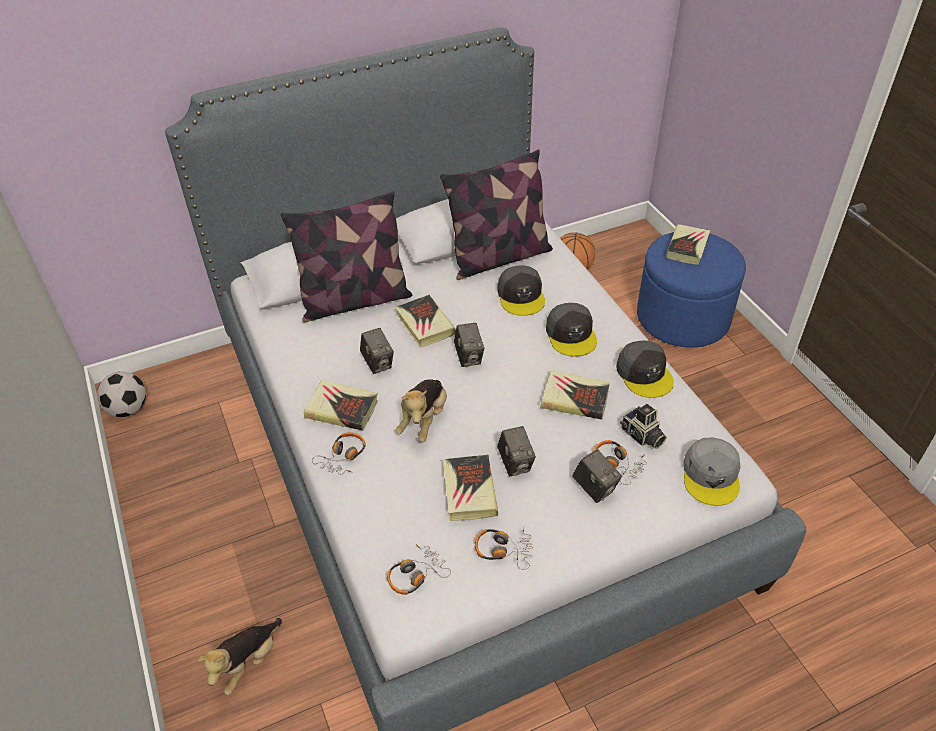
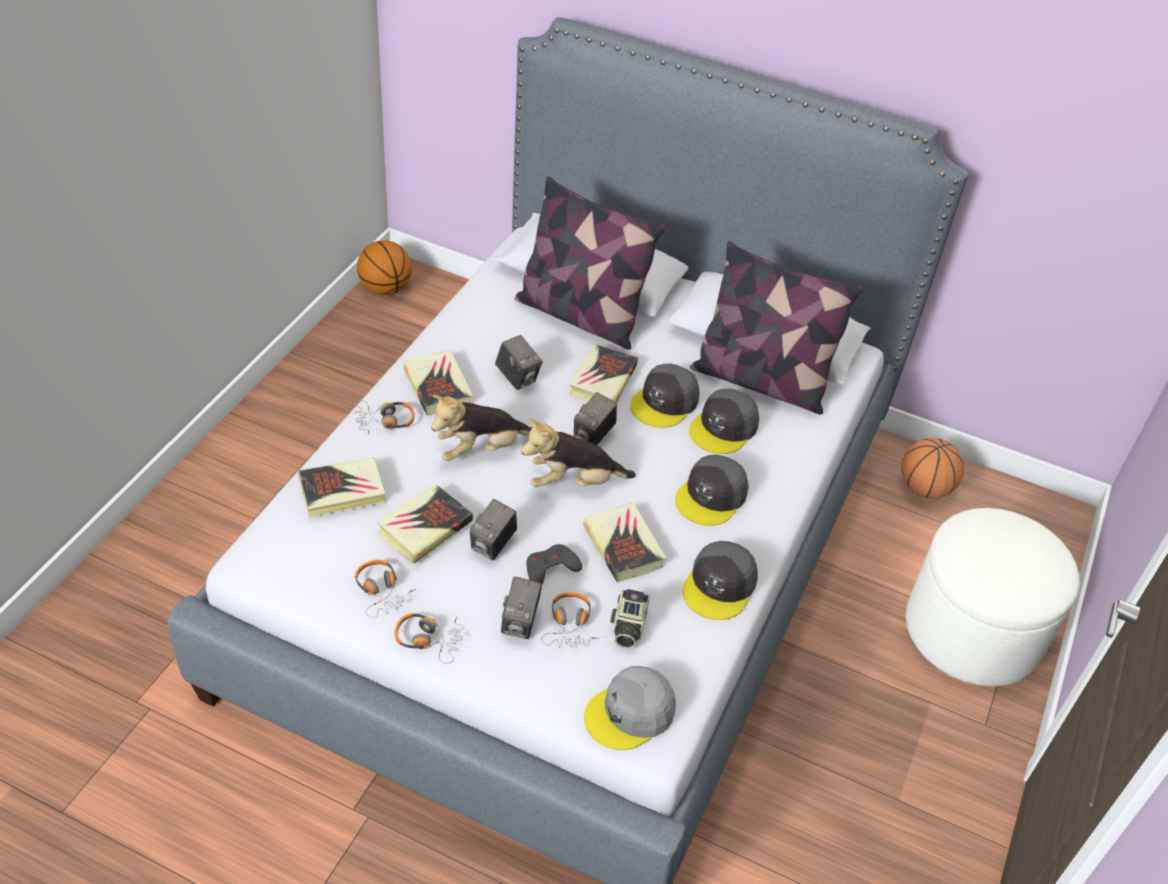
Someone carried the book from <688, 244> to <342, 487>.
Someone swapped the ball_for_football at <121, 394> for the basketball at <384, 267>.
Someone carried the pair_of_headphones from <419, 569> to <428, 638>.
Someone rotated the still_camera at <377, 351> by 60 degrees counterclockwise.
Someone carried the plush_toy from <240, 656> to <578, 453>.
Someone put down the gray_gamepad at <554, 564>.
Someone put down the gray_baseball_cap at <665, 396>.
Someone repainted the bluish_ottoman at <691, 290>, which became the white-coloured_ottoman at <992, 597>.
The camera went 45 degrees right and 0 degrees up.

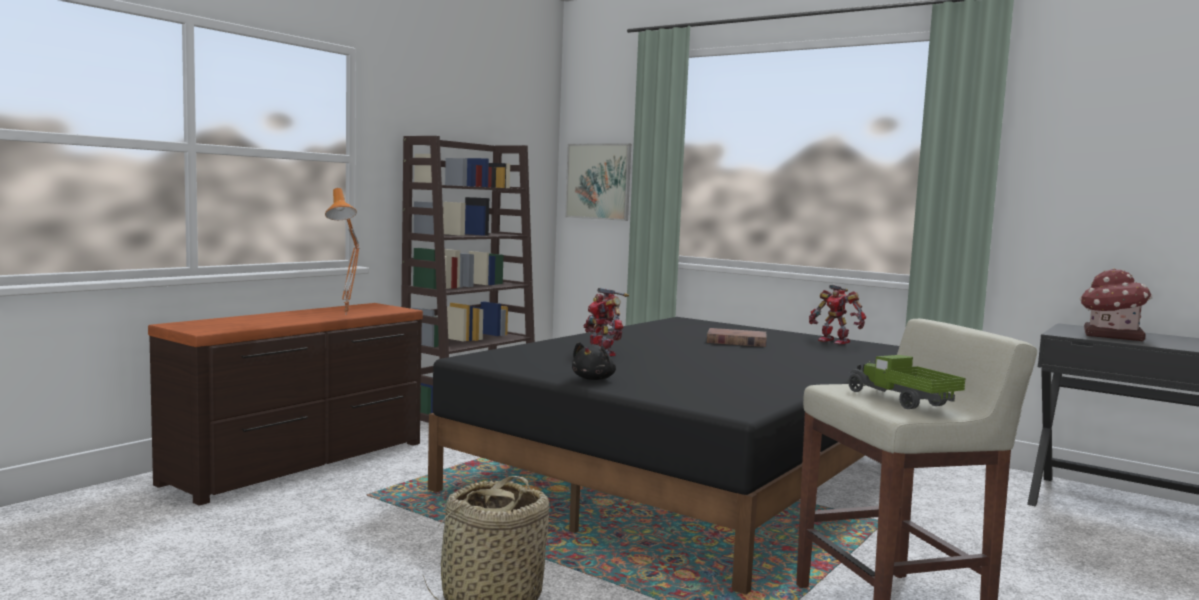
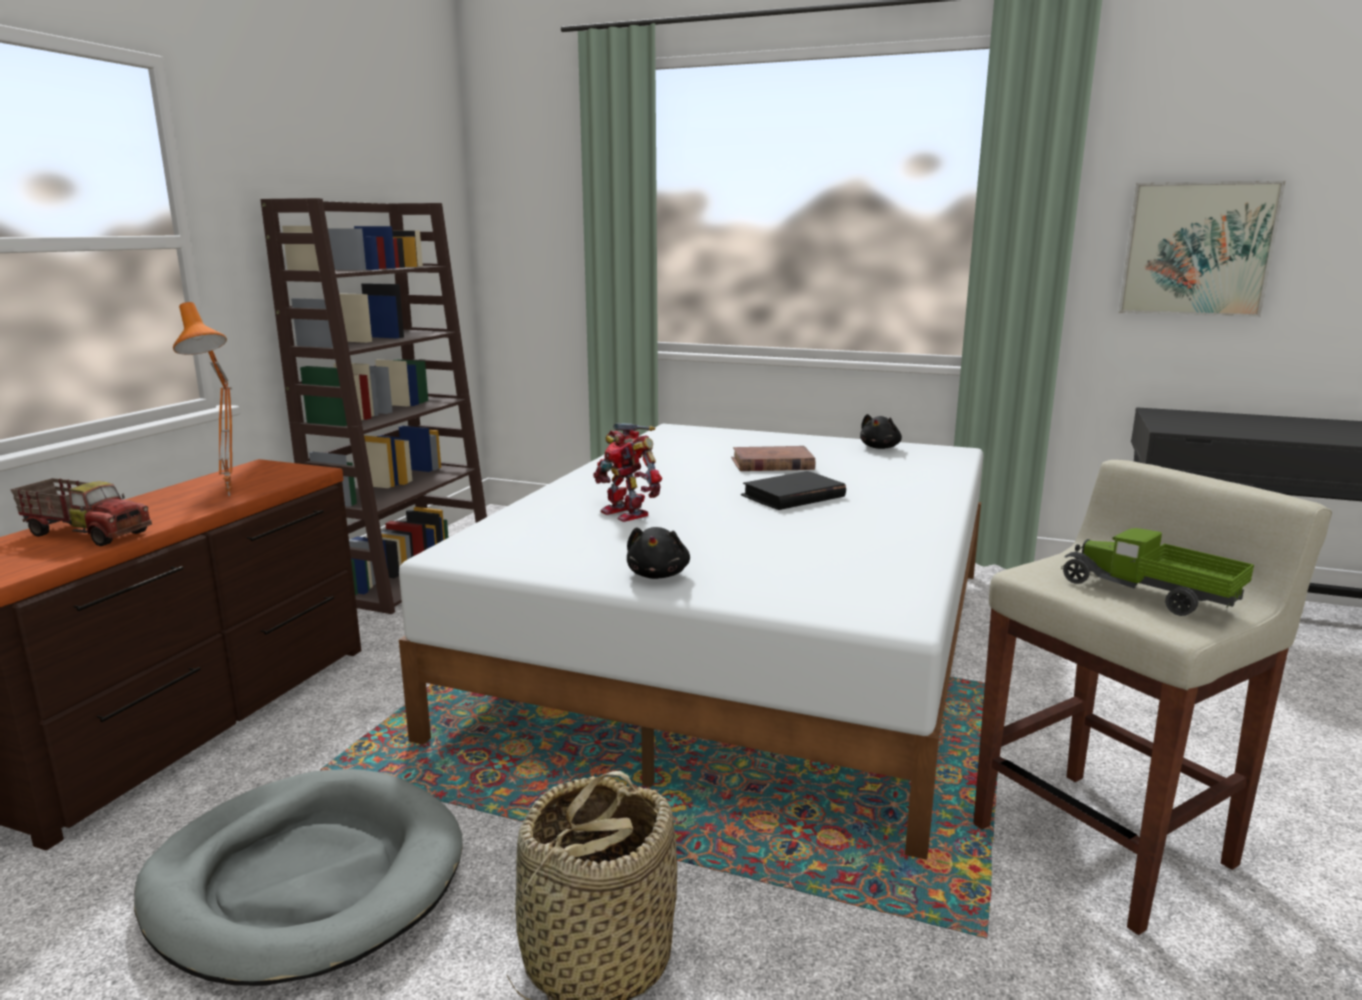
Someone put down the model_truck at <81, 512>.
Someone put down the gray_pet_bed at <298, 877>.
Someone repainted the black-coloured_bed at <663, 456>, which became the white-coloured_bed at <691, 642>.
Someone put down the black-coloured_book at <793, 490>.
Someone swapped the toy_robot at <837, 314> for the black-coloured_plush_toy at <881, 431>.
Someone carried the wall_picture from <598, 182> to <1202, 249>.
Someone took away the miniature_house at <1116, 305>.
The camera went 15 degrees left and 10 degrees up.

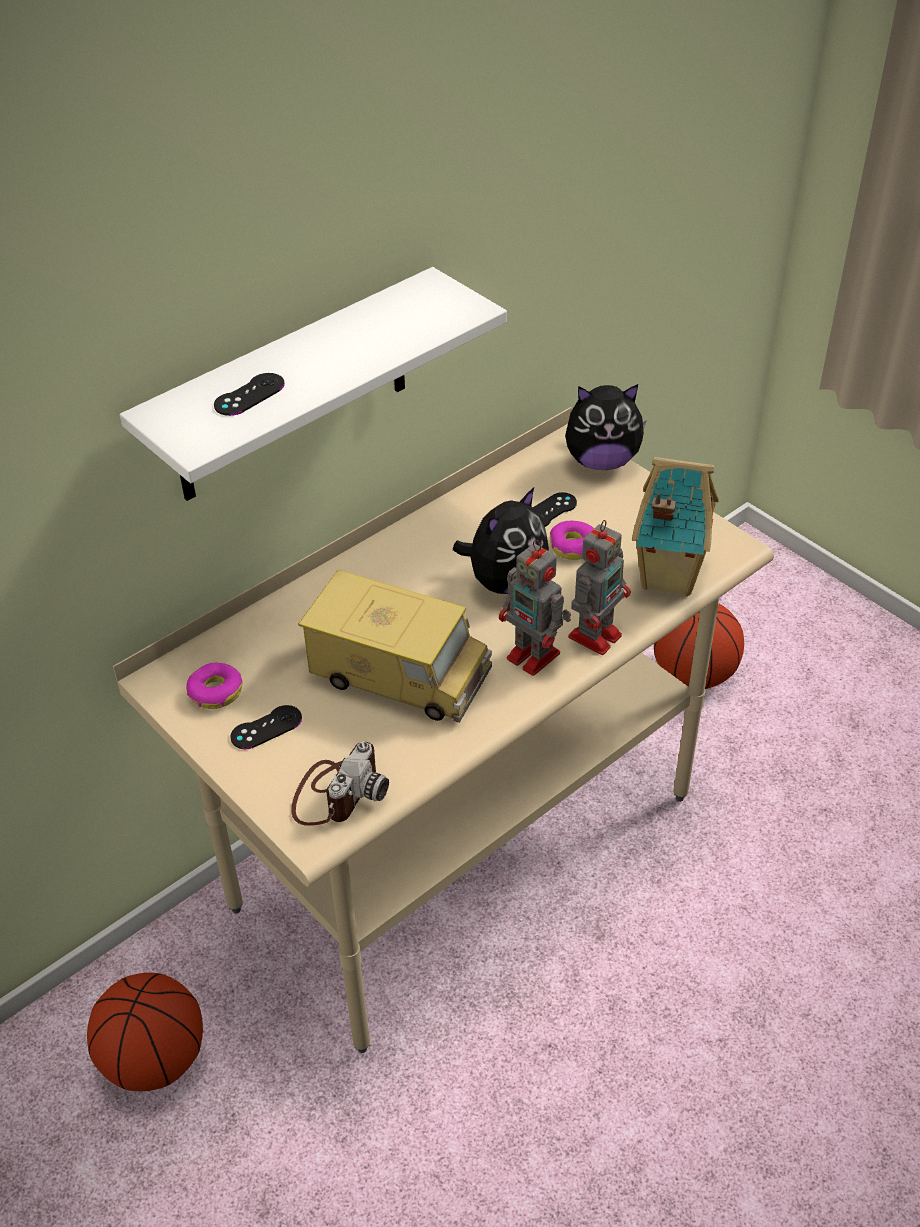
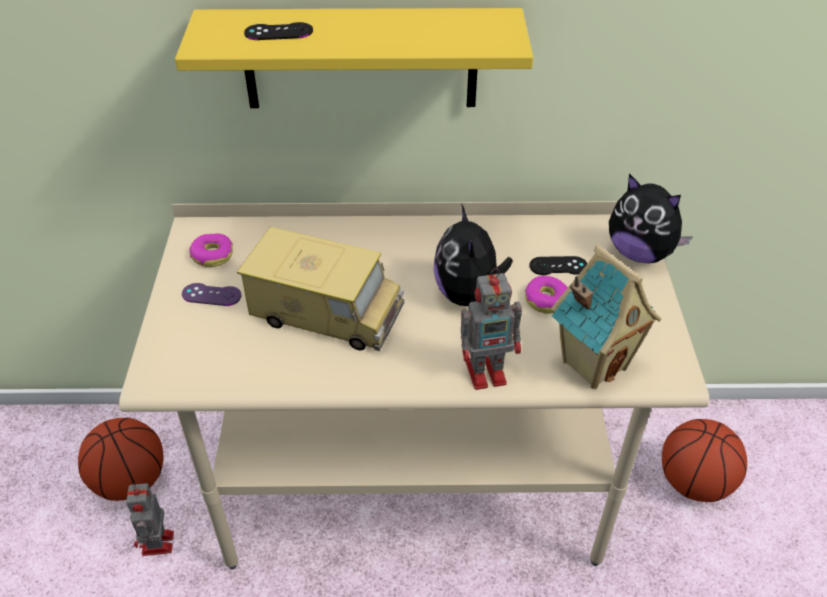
Someone carried the toy_robot from <535, 608> to <150, 519>.
Someone repainted the white-coloured_shelf at <313, 384>, which became the yellow-coloured_shelf at <354, 58>.
Someone repainted the black-coloured_gamepad at <266, 727>, which became the purple-coloured_gamepad at <212, 294>.
Someone rotated the model_truck at <395, 646> by 45 degrees counterclockwise.
Someone rotated the plush_toy at <501, 540> by 90 degrees clockwise.
Someone took away the still_camera at <340, 783>.
The camera went 40 degrees right and 0 degrees up.

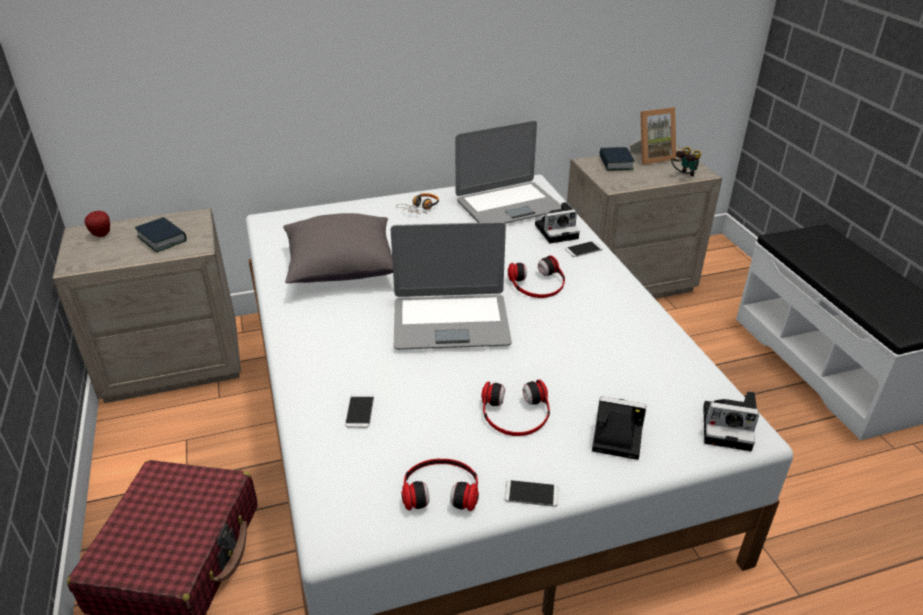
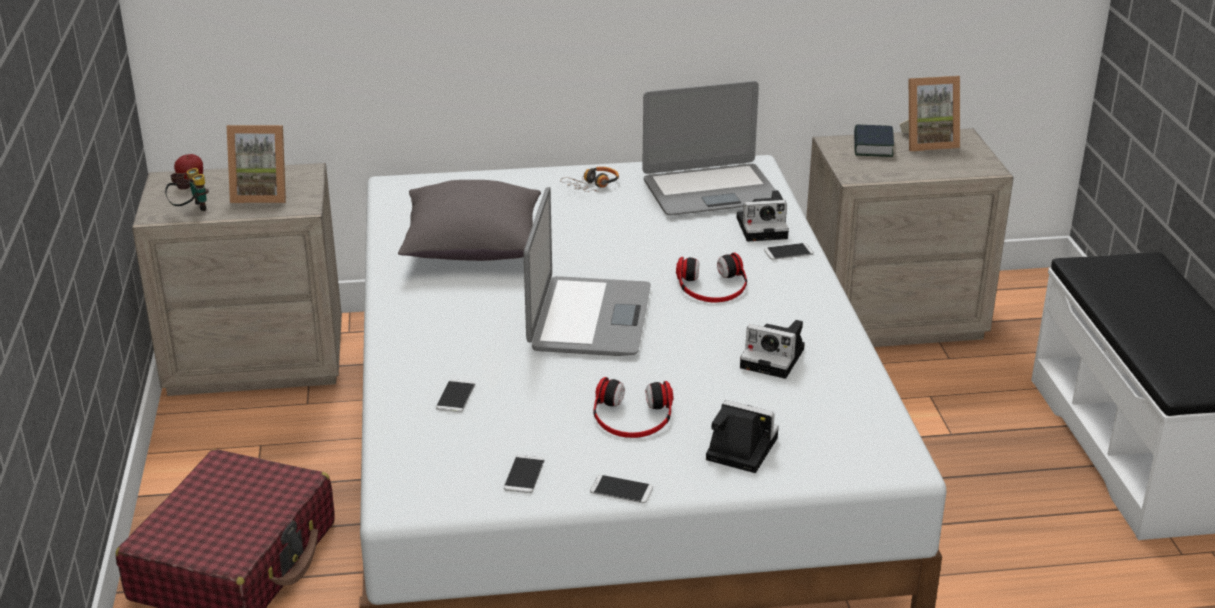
Someone carried the field_glasses from <686, 161> to <187, 189>.
Someone swapped the book at <161, 234> for the standing_frame at <256, 164>.
Someone swapped the pair_of_headphones at <440, 485> for the telephone at <524, 474>.
Someone rotated the portable_computer at <451, 286> by 90 degrees counterclockwise.
Someone carried the still_camera from <731, 421> to <772, 349>.
The camera went 10 degrees right and 5 degrees down.

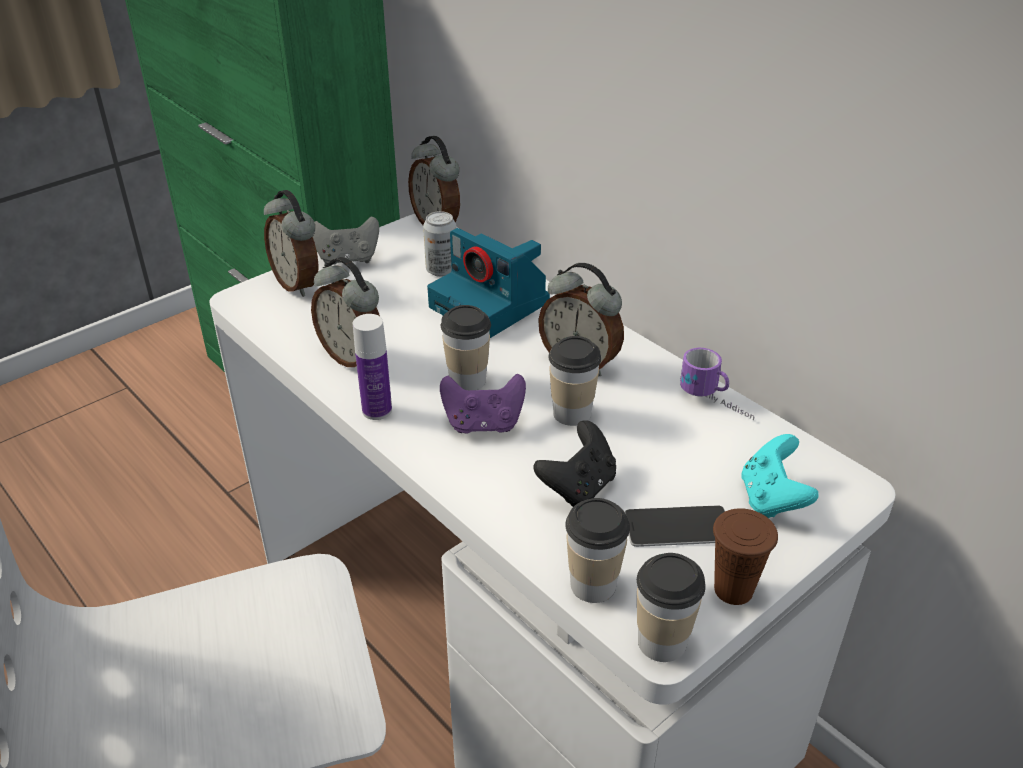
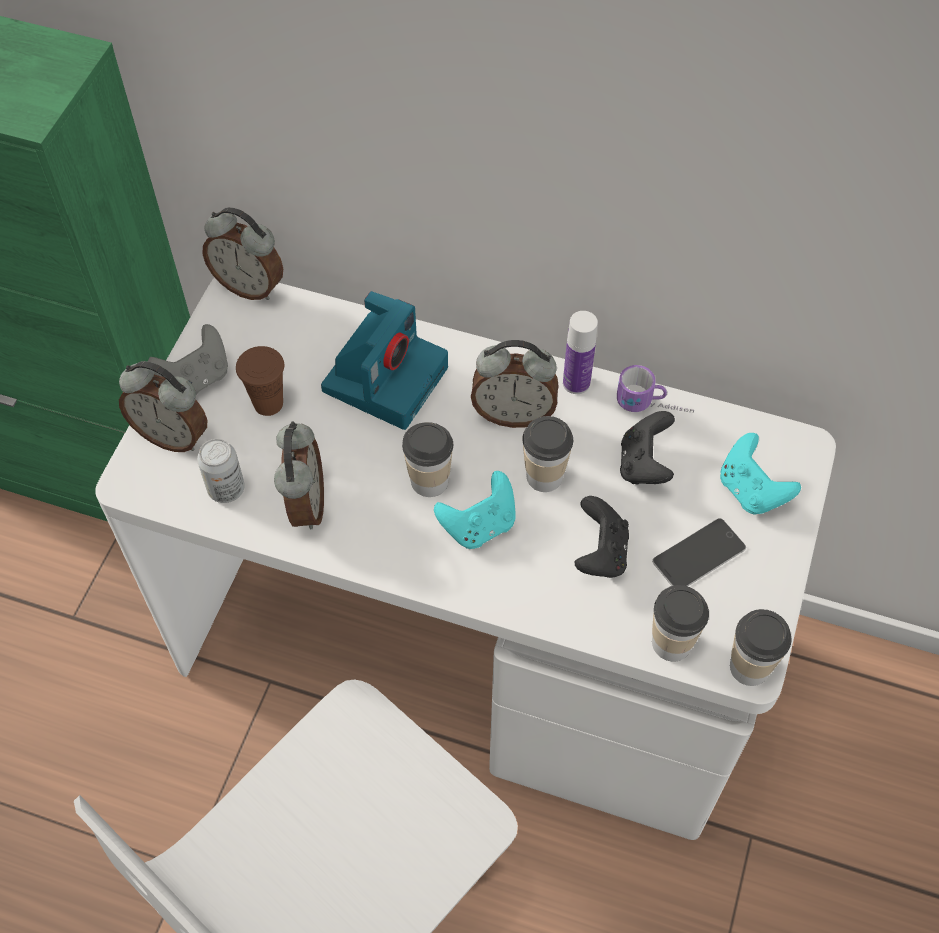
Someone carried the can from <439, 244> to <221, 471>.
Someone carried the brown-coloured_small_cup from <745, 556> to <260, 381>.
Someone rotated the alarm_clock at <345, 312> by 105 degrees counterclockwise.
Someone rotated the still_camera at <488, 283> by 75 degrees counterclockwise.
Someone repainted the purple-coloured_gamepad at <483, 404>, which became the blue-green_gamepad at <475, 510>.
Someone carried the bottle from <372, 367> to <580, 352>.
Someone put down the black-coloured_gamepad at <647, 447>.
The camera went 30 degrees left and 20 degrees up.

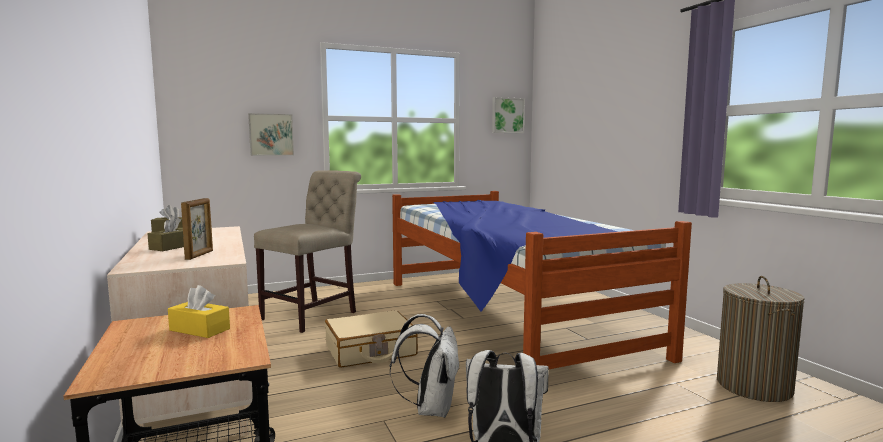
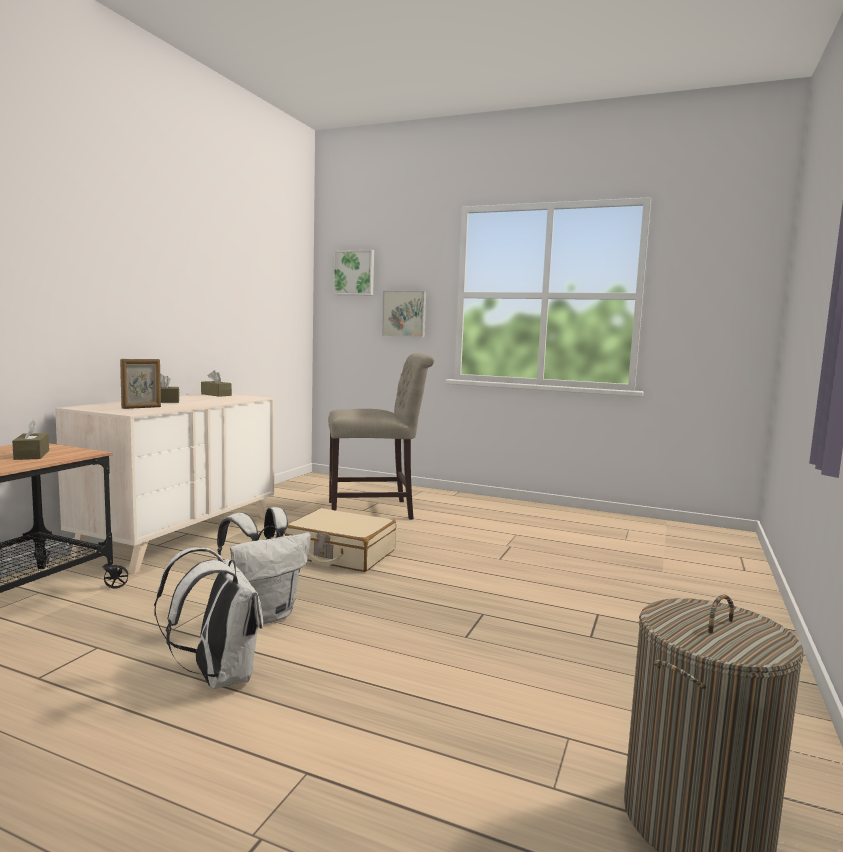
Someone repainted the yellow-coloured_tissue_holder at <199, 311>, which became the brown-coloured_tissue_holder at <30, 439>.
Someone carried the wall_picture from <508, 115> to <353, 272>.
Someone took away the bed at <542, 280>.
The camera went 45 degrees right and 0 degrees up.

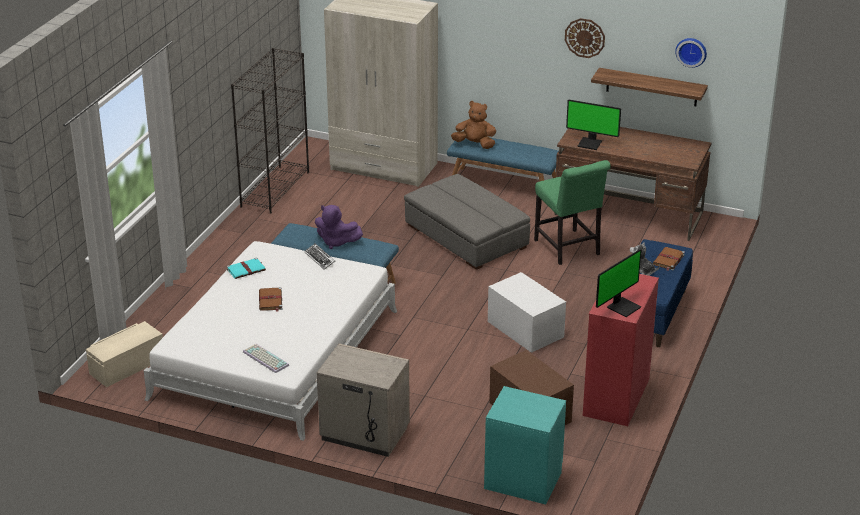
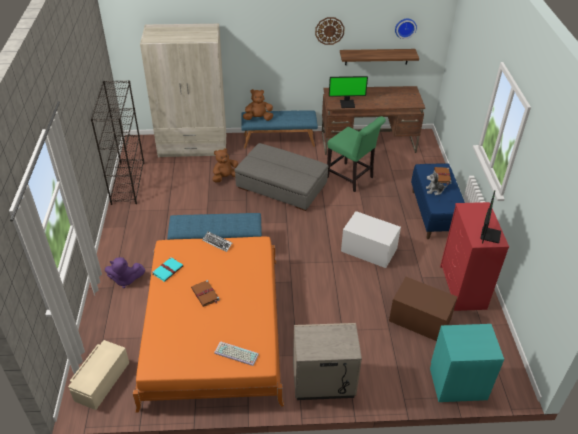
Someone carried the purple-coloured_plush_toy from <339, 227> to <125, 272>.
Someone repainted the white-coloured_bed at <270, 341>, which became the orange_bed at <208, 325>.
Someone put down the brown-coloured_plush_toy at <225, 165>.
The camera went 25 degrees left and 10 degrees up.

